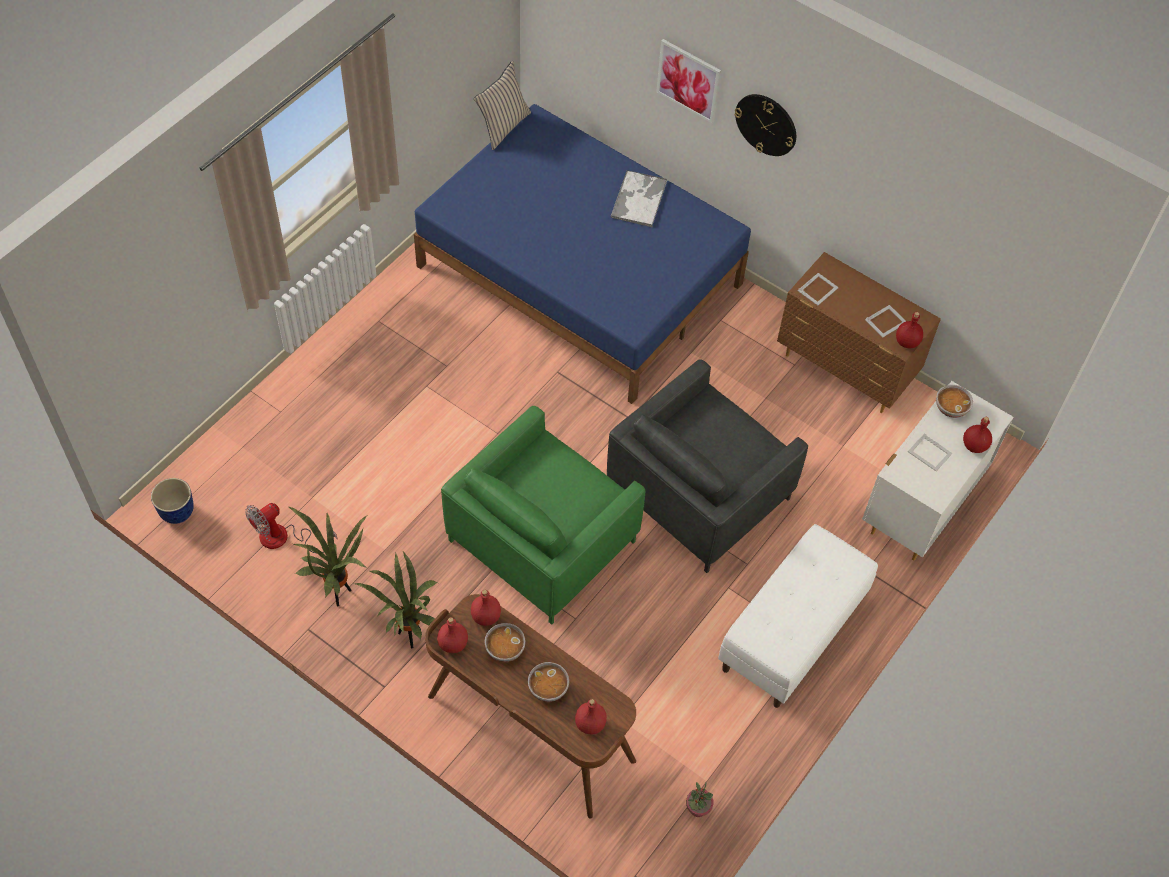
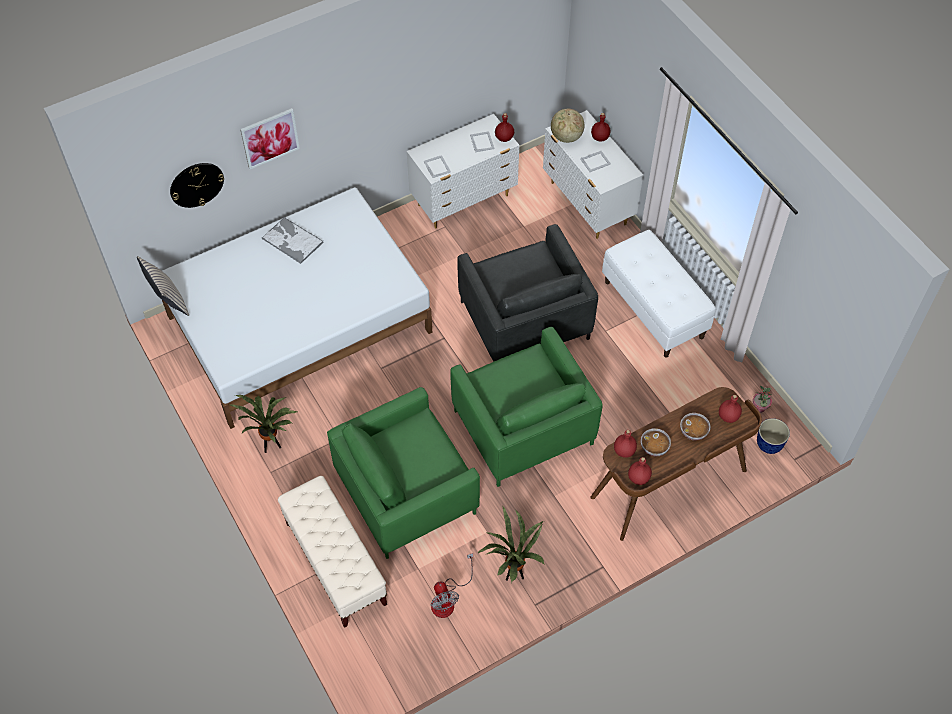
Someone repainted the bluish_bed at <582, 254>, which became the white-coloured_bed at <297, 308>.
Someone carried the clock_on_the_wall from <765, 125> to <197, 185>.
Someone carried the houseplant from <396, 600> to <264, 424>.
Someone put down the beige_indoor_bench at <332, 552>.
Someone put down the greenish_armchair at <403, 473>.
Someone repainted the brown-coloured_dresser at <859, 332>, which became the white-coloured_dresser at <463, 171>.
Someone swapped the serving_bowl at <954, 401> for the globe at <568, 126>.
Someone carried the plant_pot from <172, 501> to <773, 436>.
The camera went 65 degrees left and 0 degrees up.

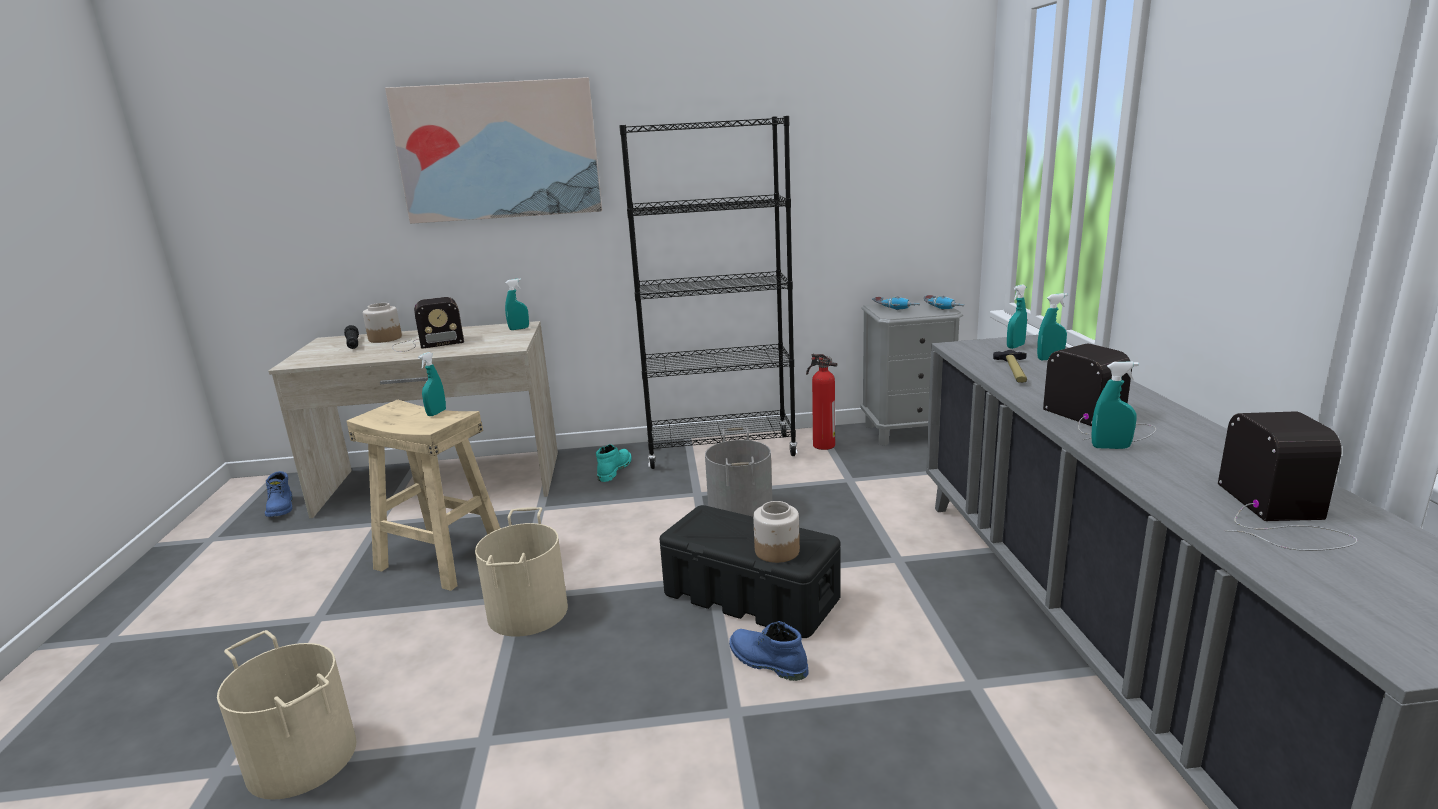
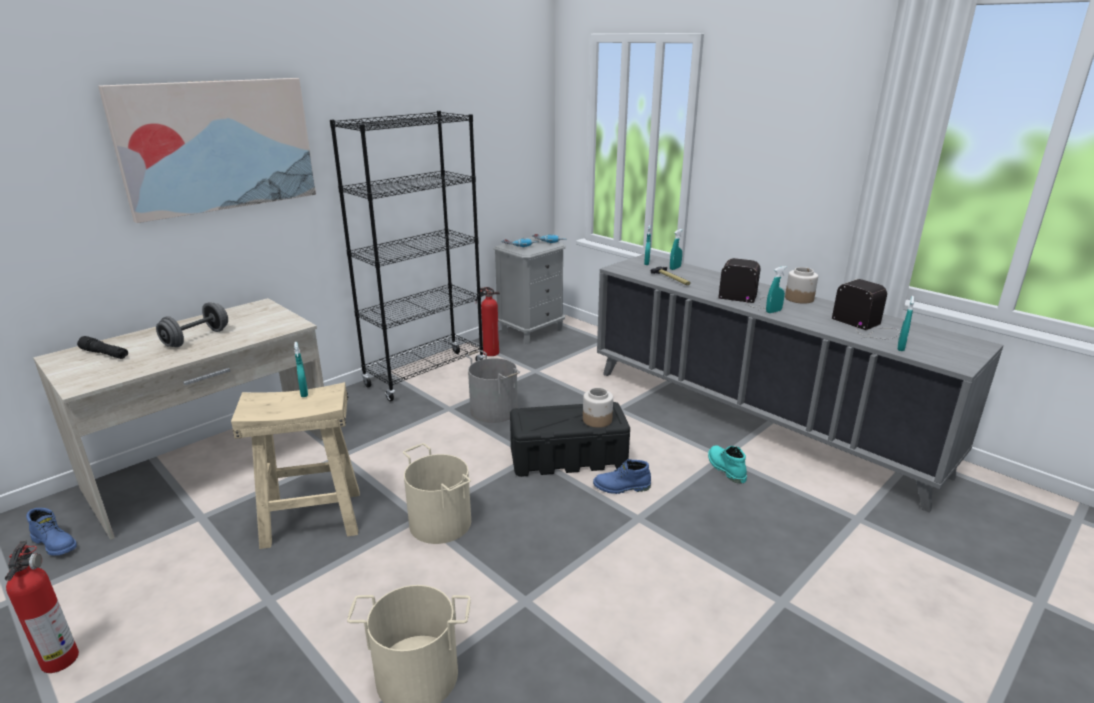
Someone put down the fire_extinguisher at <42, 607>.
Someone swapped the radio at <428, 324> for the gray_hand_weight at <192, 324>.
Someone carried the blue-green_tall_boot from <614, 463> to <727, 464>.
Someone carried the preserve_jar from <382, 323> to <801, 285>.
Someone carried the blue-green_hand_sprayer from <517, 304> to <905, 323>.
The camera went 40 degrees left and 5 degrees up.

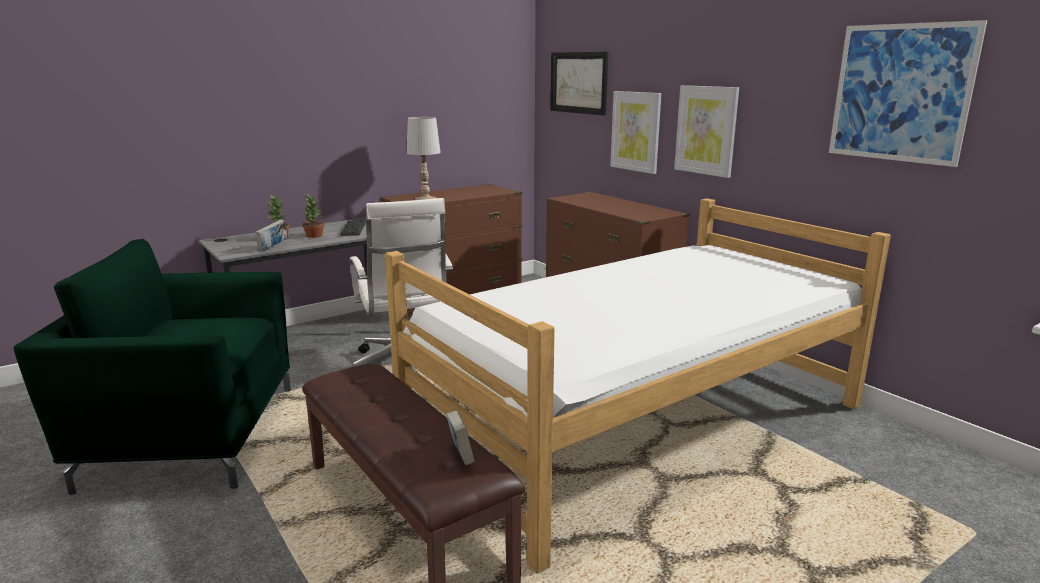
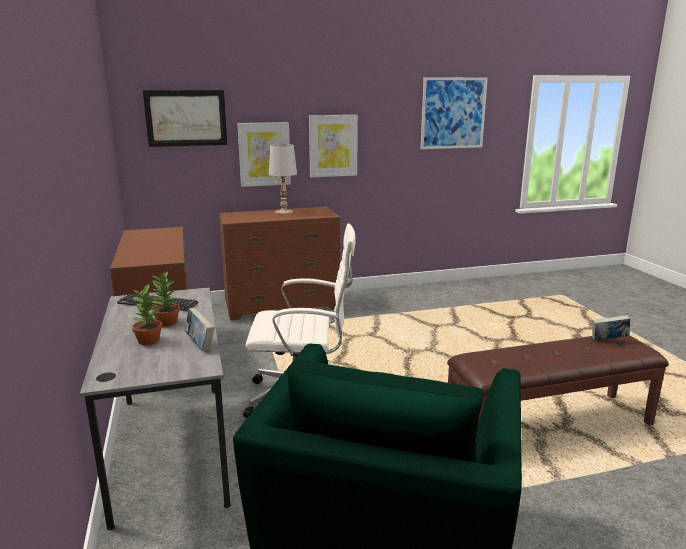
Someone carried the white-coloured_lamp_for_a_table from <423, 158> to <283, 179>.
Someone took away the bed at <638, 386>.
The camera went 70 degrees left and 0 degrees up.

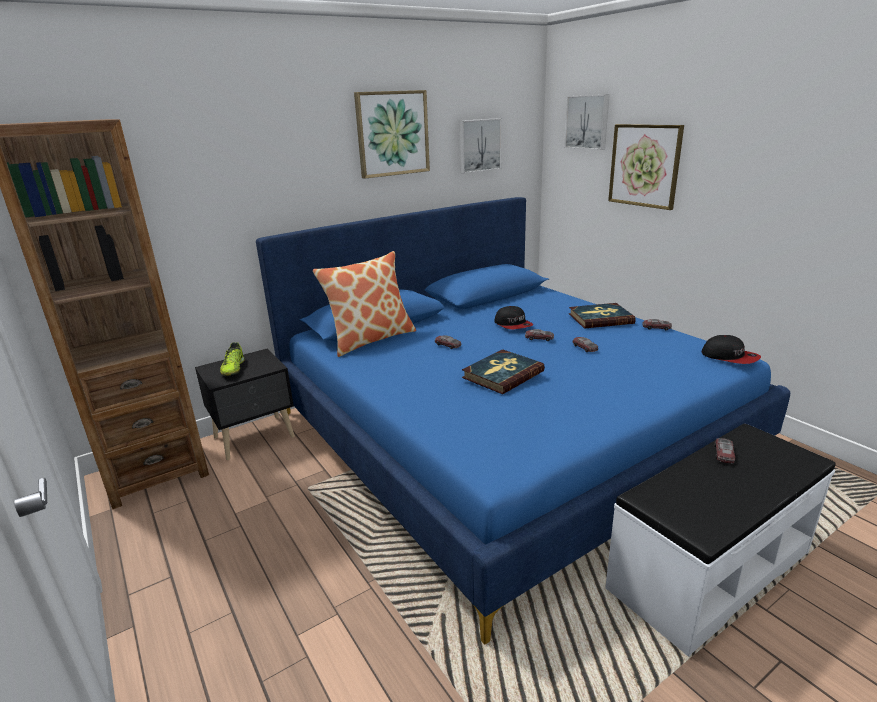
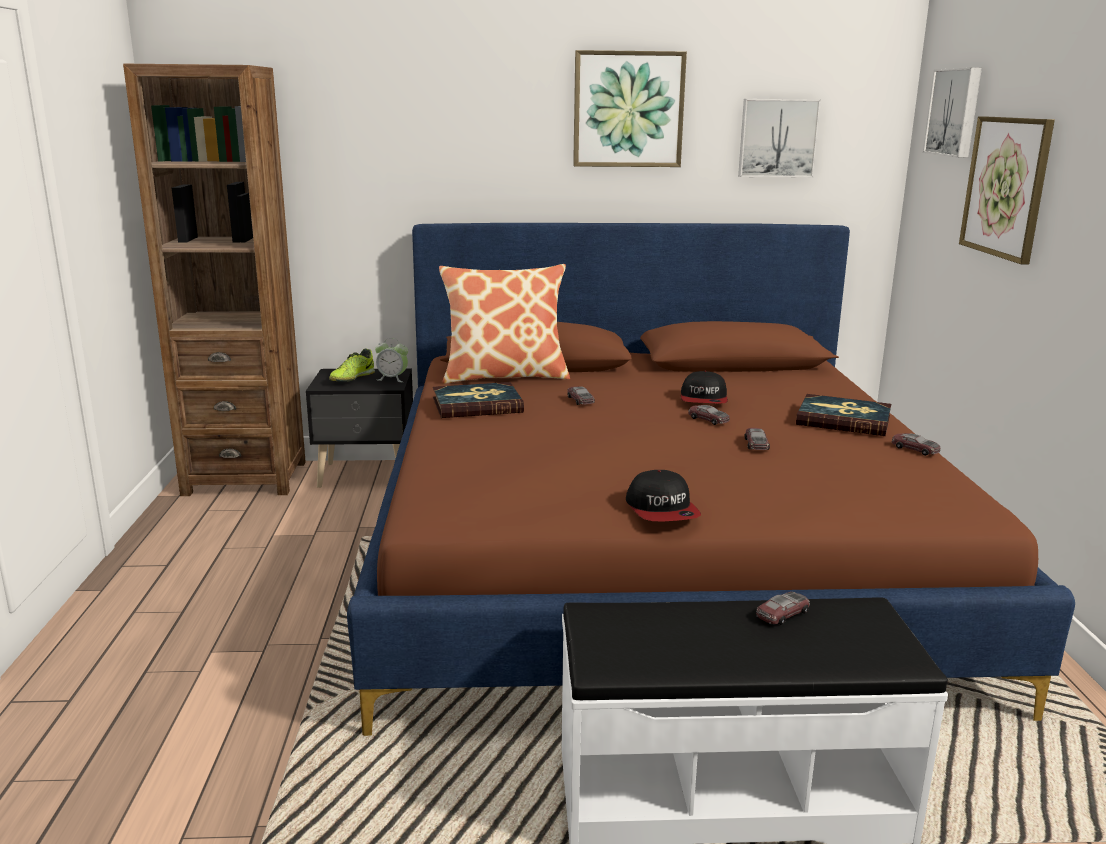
Someone repainted the bluish_bed at <523, 420>, which became the brown-coloured_bed at <711, 479>.
Someone put down the alarm_clock at <391, 360>.
Someone carried the book from <503, 371> to <478, 400>.
Someone carried the baseball_cap from <731, 349> to <663, 495>.
The camera went 30 degrees right and 5 degrees down.

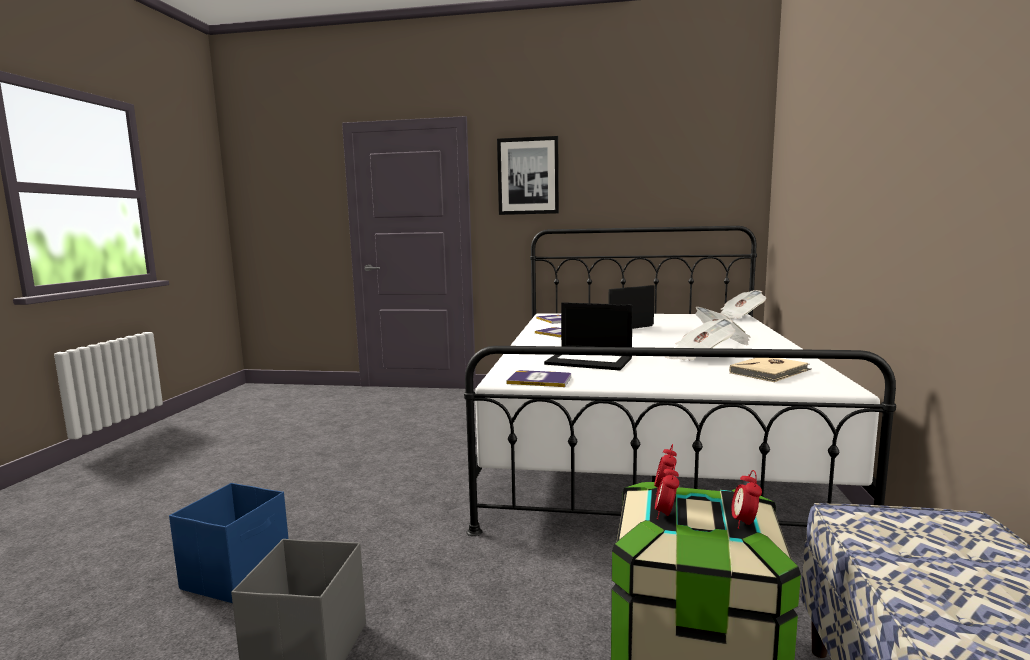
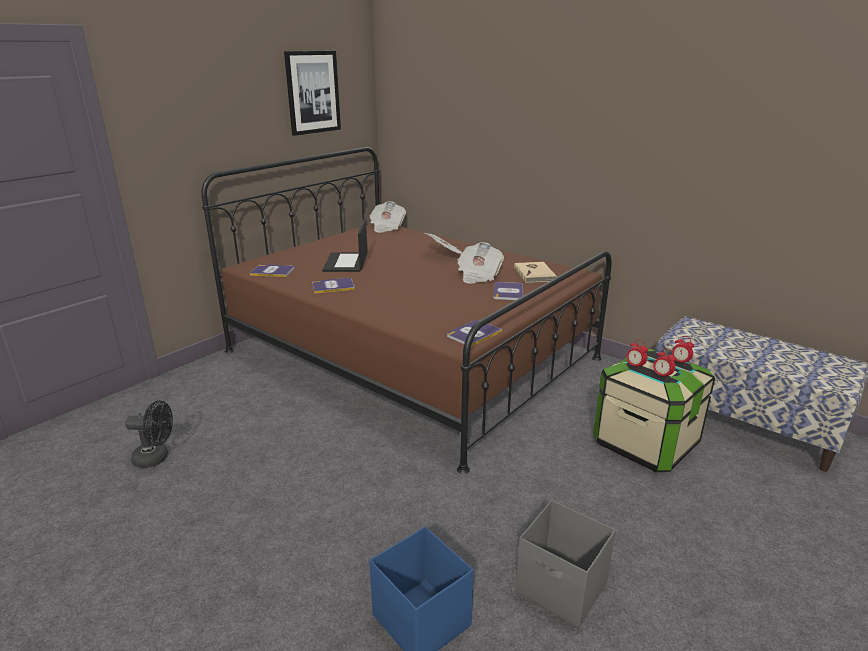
Someone put down the black-coloured_electric_fan at <149, 434>.
Someone repainted the white-coloured_bed at <680, 381>, which became the brown-coloured_bed at <406, 310>.
Someone carried the wall_picture from <528, 175> to <312, 93>.
Someone put down the book at <508, 291>.
Someone took away the portable_computer at <588, 336>.
The camera went 60 degrees left and 15 degrees up.

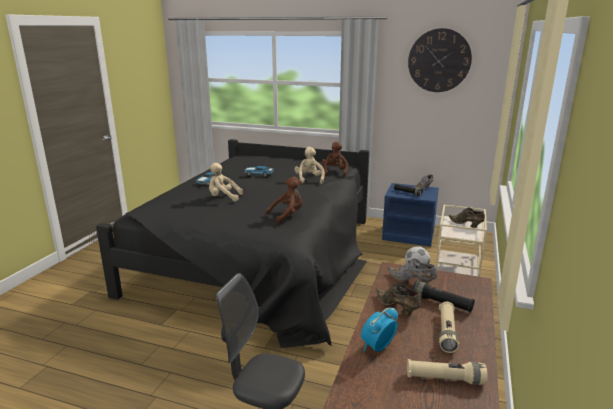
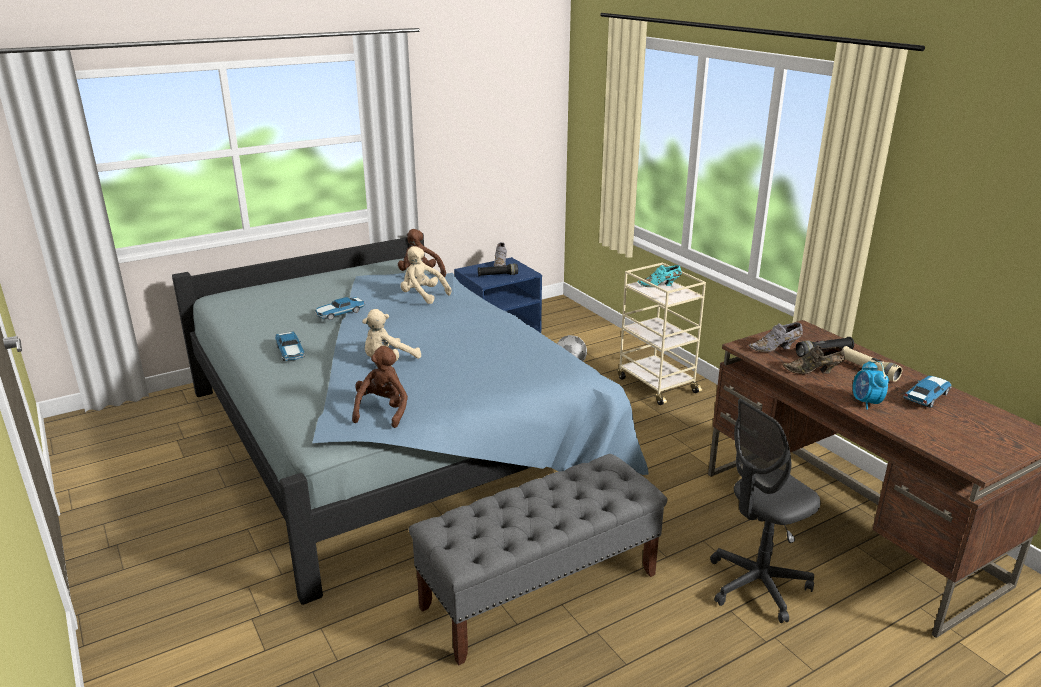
Someone repainted the black-coloured_bed at <232, 243>, which became the bluish_bed at <410, 419>.
Someone carried the brown-coloured_plush_toy from <284, 200> to <380, 387>.
Someone put down the gray_indoor_bench at <538, 559>.
Someone repainted the brown-coloured_item_of_footwear at <467, 217>, which became the blue-green_item_of_footwear at <659, 276>.
Someone swapped the beige_hand_torch at <447, 372> for the miniature_car at <927, 392>.
Someone took away the clock_on_the_wall at <440, 60>.
The camera went 50 degrees left and 5 degrees up.

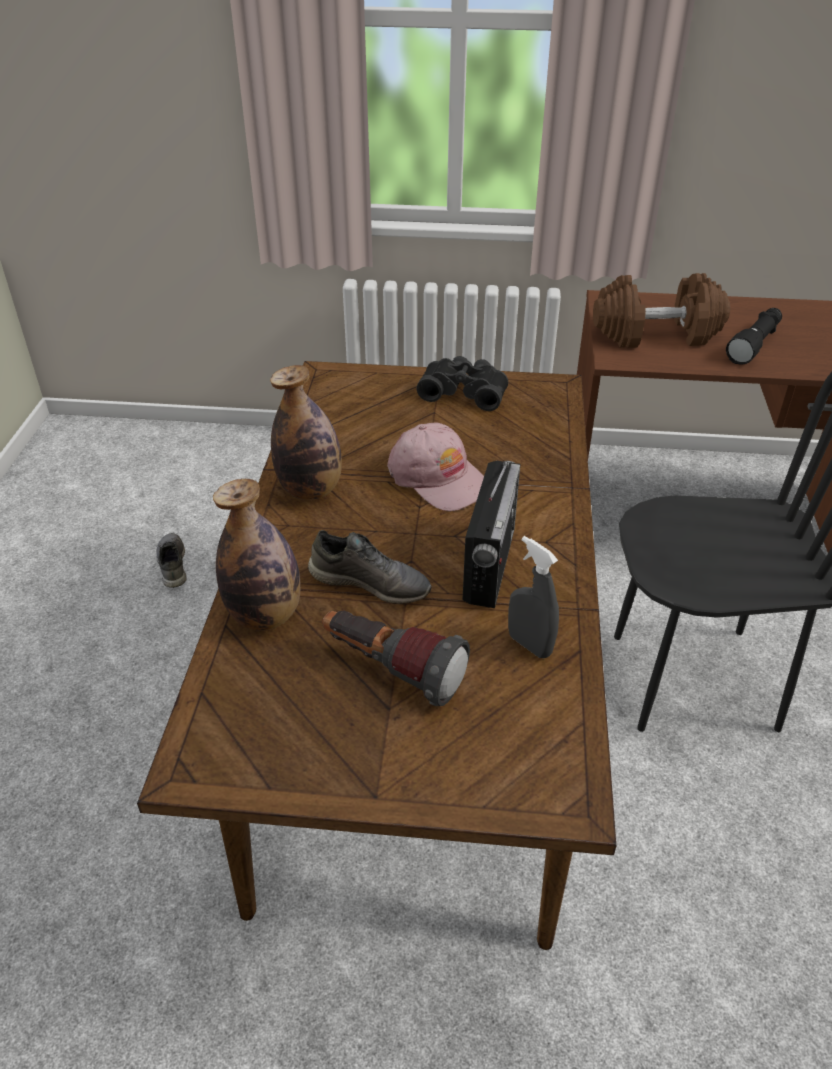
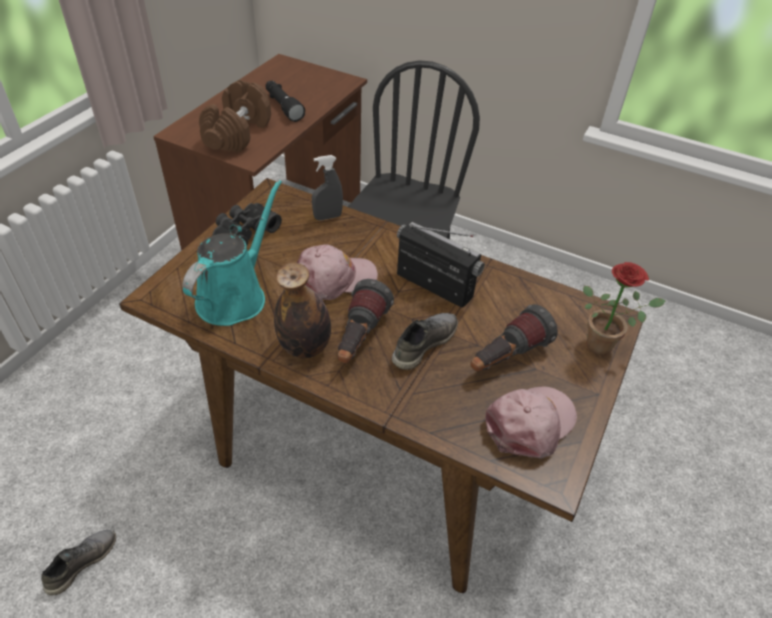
Someone rotated the gray_item_of_footwear at <171, 560> by 120 degrees clockwise.
Someone put down the blue-green_watering_pot at <232, 253>.
Someone carried the gray_hand_sprayer from <533, 597> to <327, 187>.
Someone put down the hand_torch at <366, 321>.
Someone put down the pinkish_baseball_cap at <531, 423>.
Someone put down the houseplant at <624, 308>.
Someone took away the bottle at <257, 554>.
The camera went 70 degrees left and 5 degrees up.

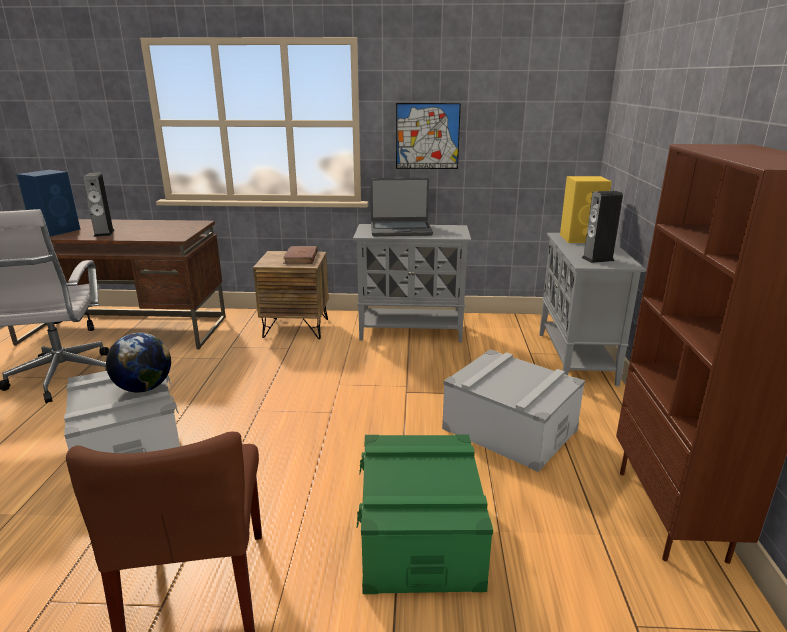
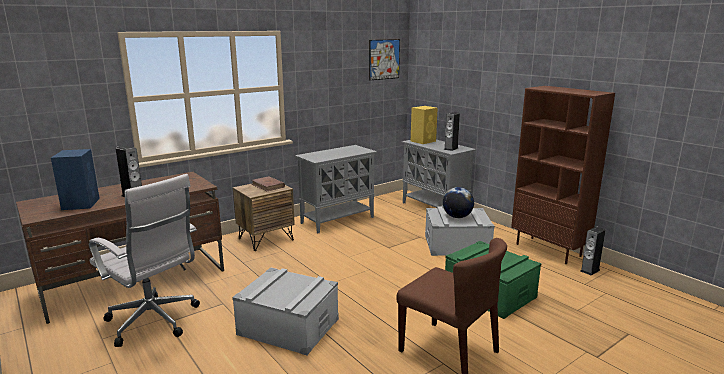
Someone carried the wall_picture from <428, 136> to <384, 59>.
Someone carried the globe from <138, 362> to <458, 202>.
Someone put down the audio_speaker at <592, 251>.
Someone took away the portable_computer at <401, 207>.
The camera went 40 degrees left and 5 degrees down.

